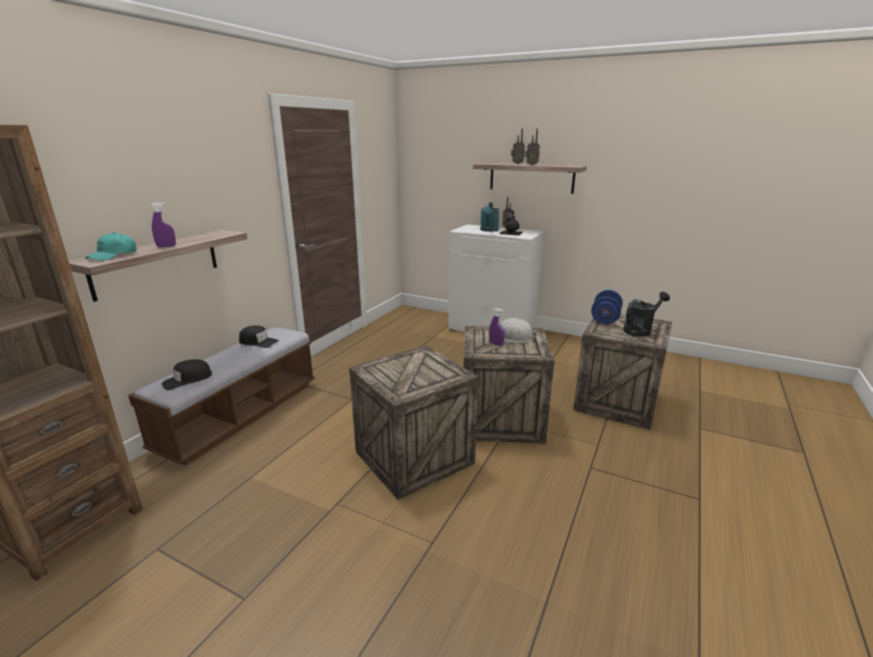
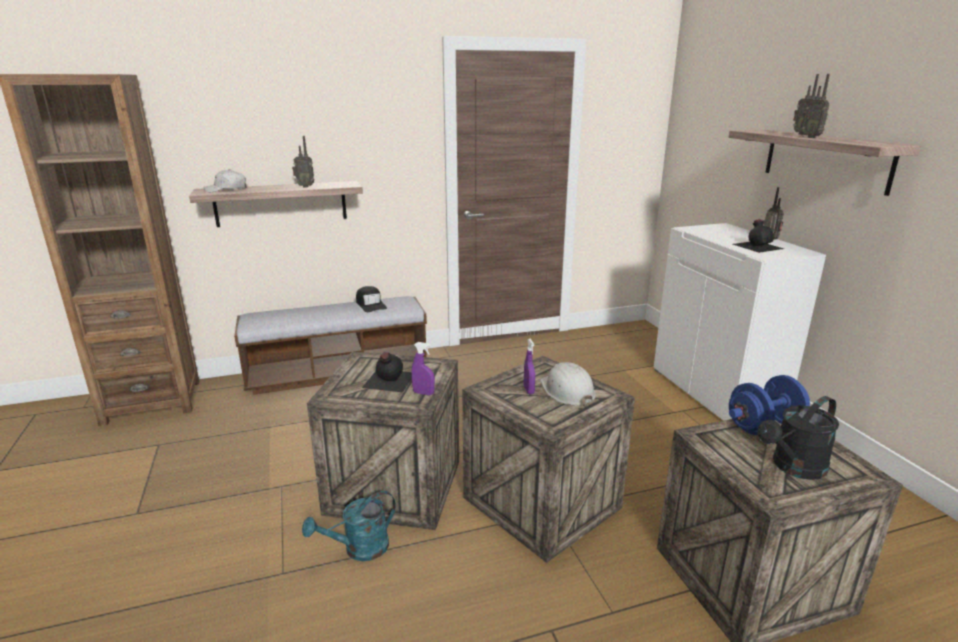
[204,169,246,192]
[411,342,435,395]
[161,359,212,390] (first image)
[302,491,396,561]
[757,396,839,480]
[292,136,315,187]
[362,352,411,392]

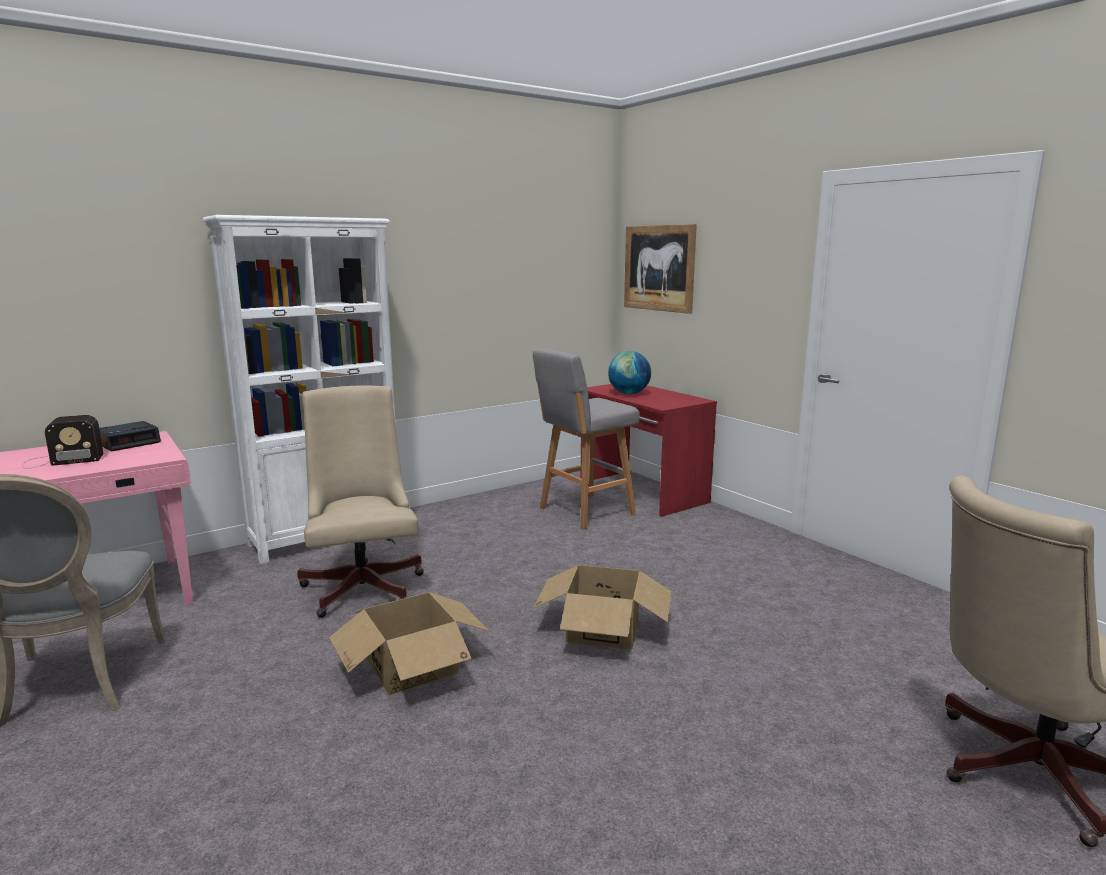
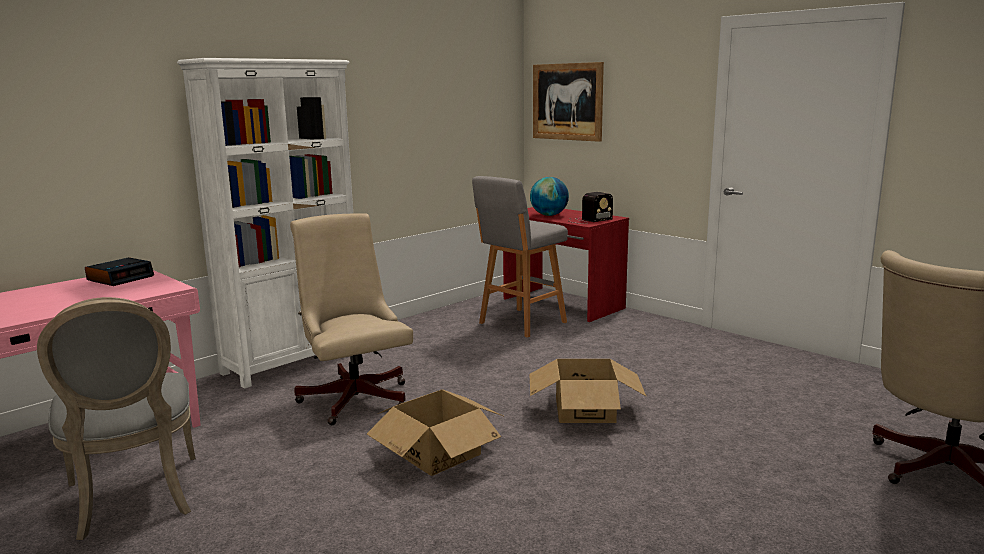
[568,192,613,224]

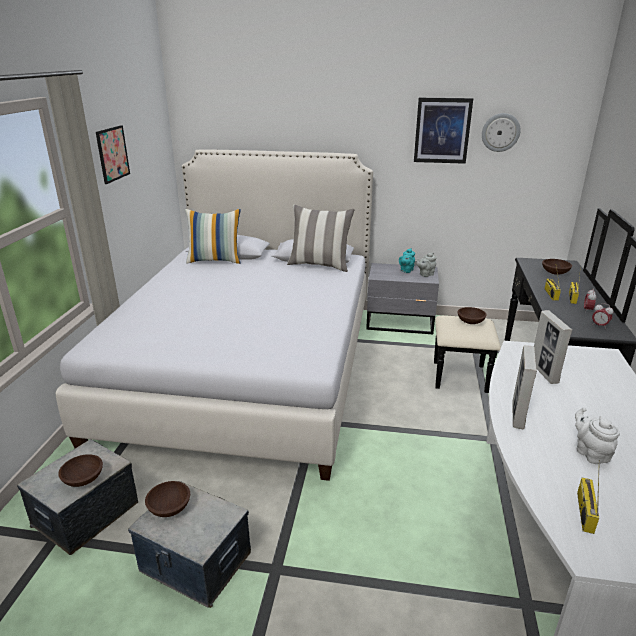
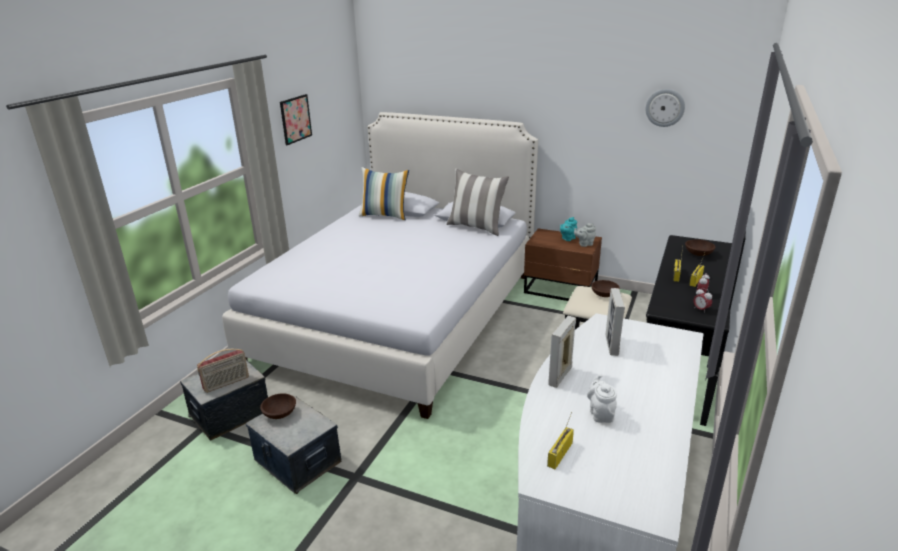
[197,349,249,393]
[524,228,602,301]
[414,98,473,164] (first image)

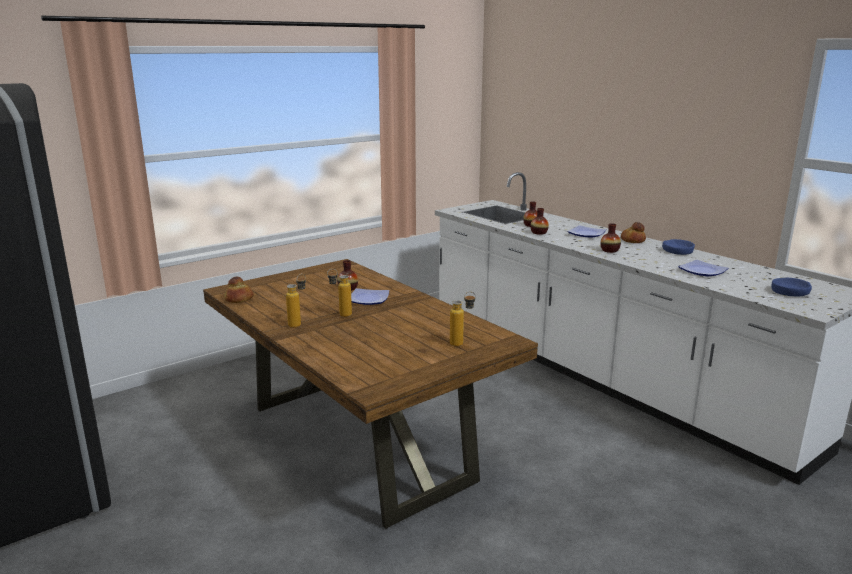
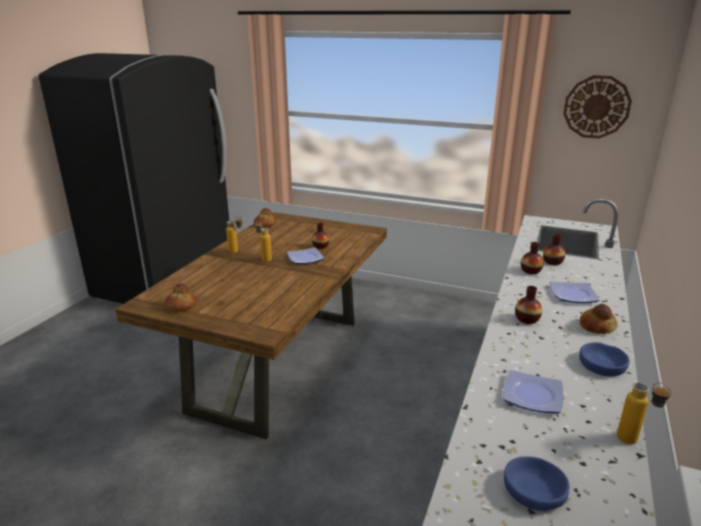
[617,382,671,444]
[164,283,197,312]
[563,75,632,139]

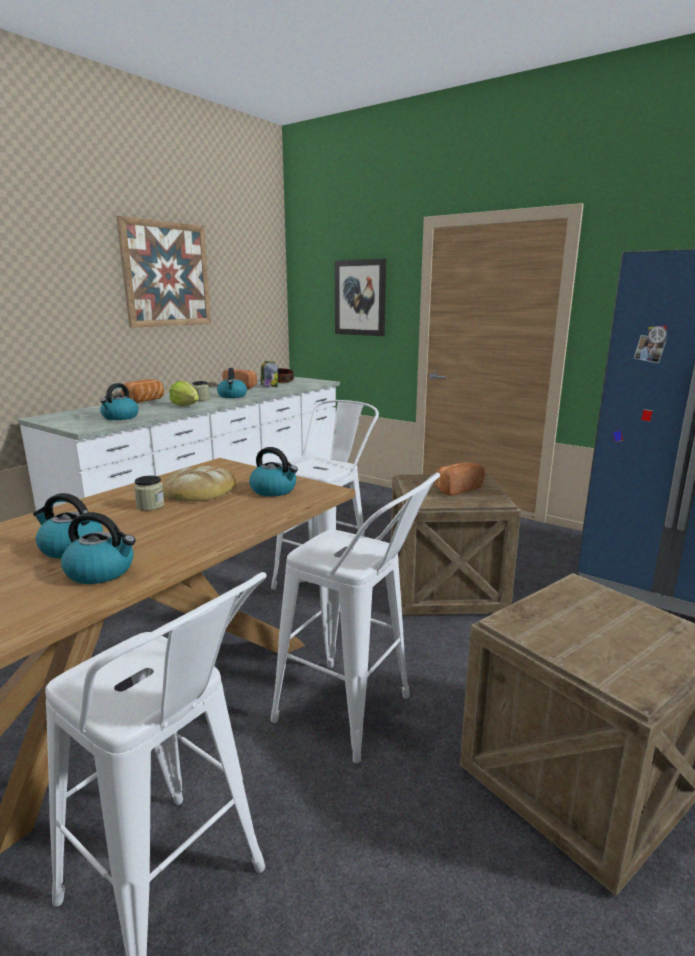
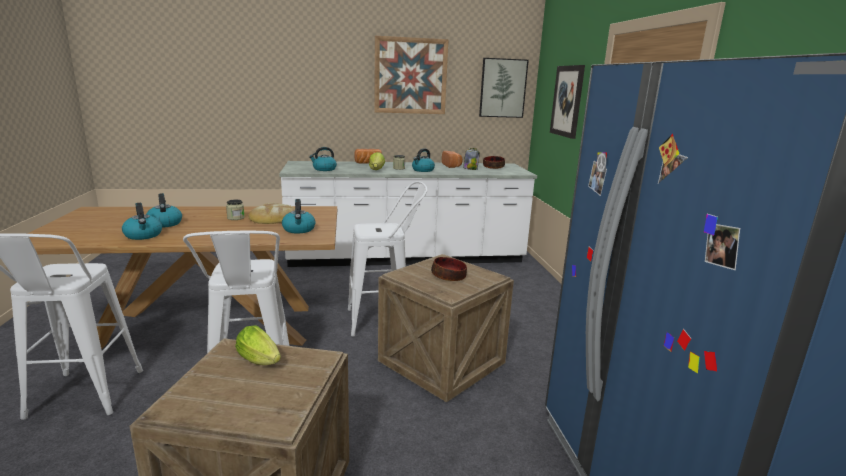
[431,257,467,281]
[235,325,281,365]
[479,58,529,118]

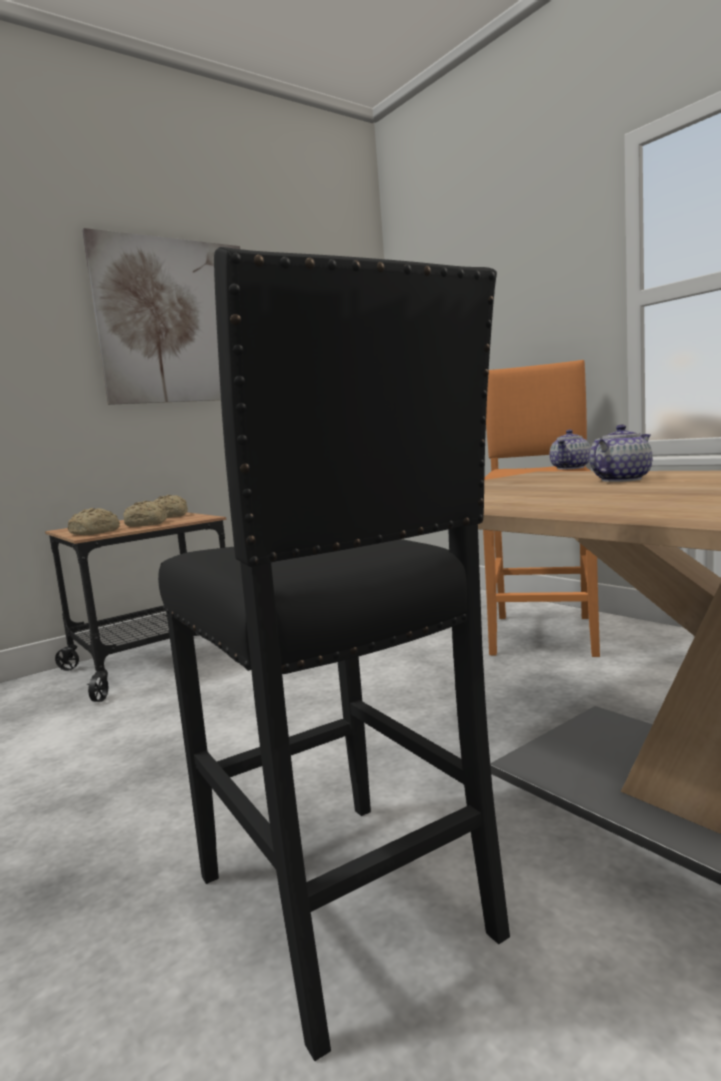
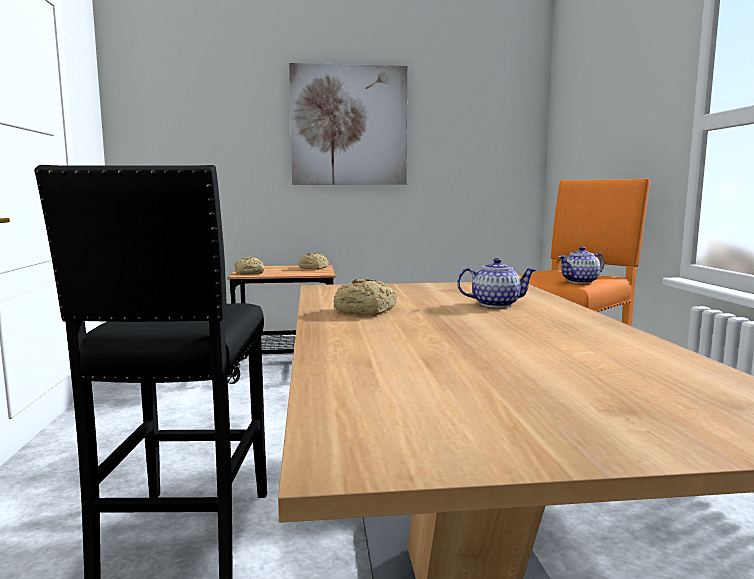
[333,278,397,316]

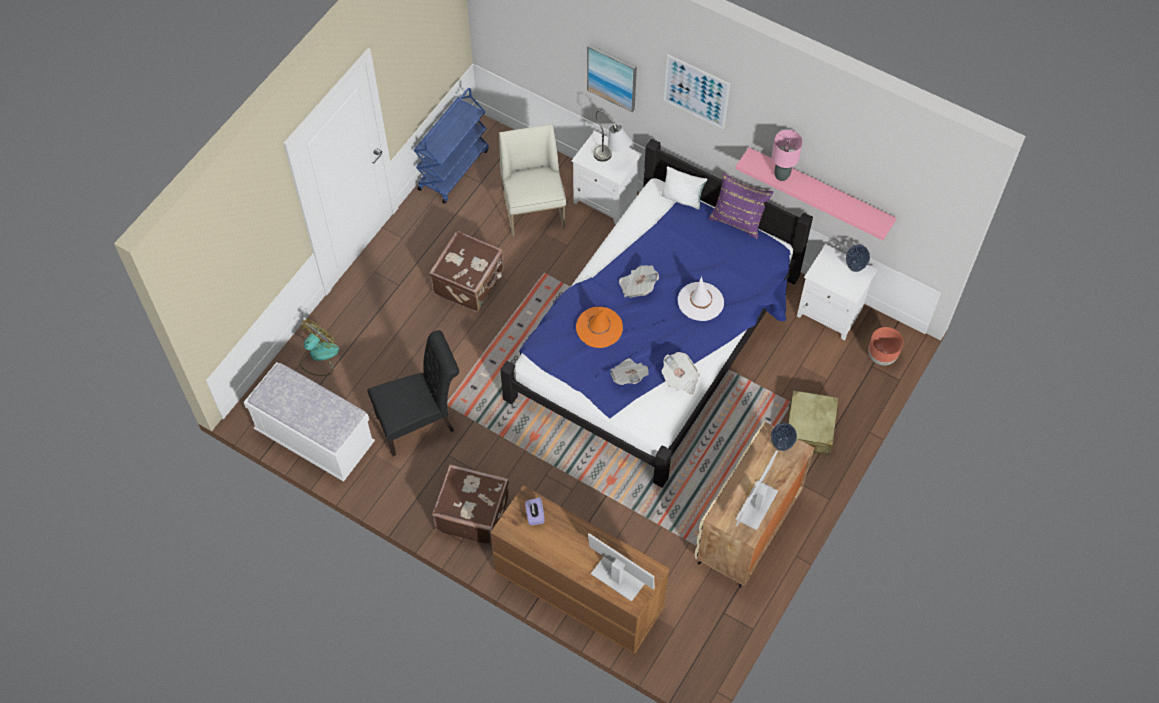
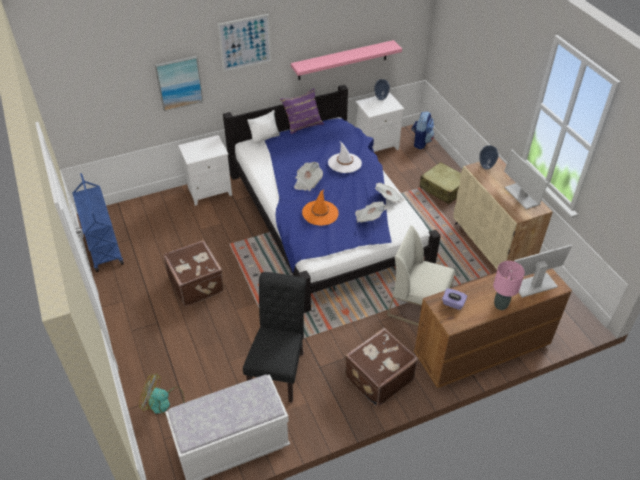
[139,373,185,416]
[387,225,455,326]
[593,111,632,162] (first image)
[493,261,525,310]
[411,111,434,149]

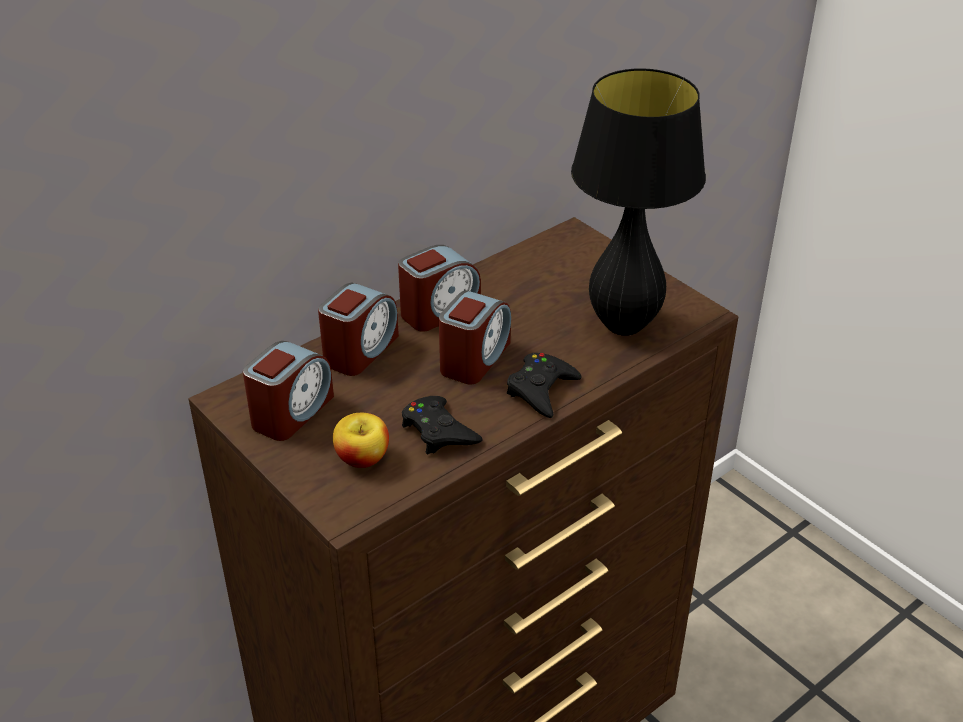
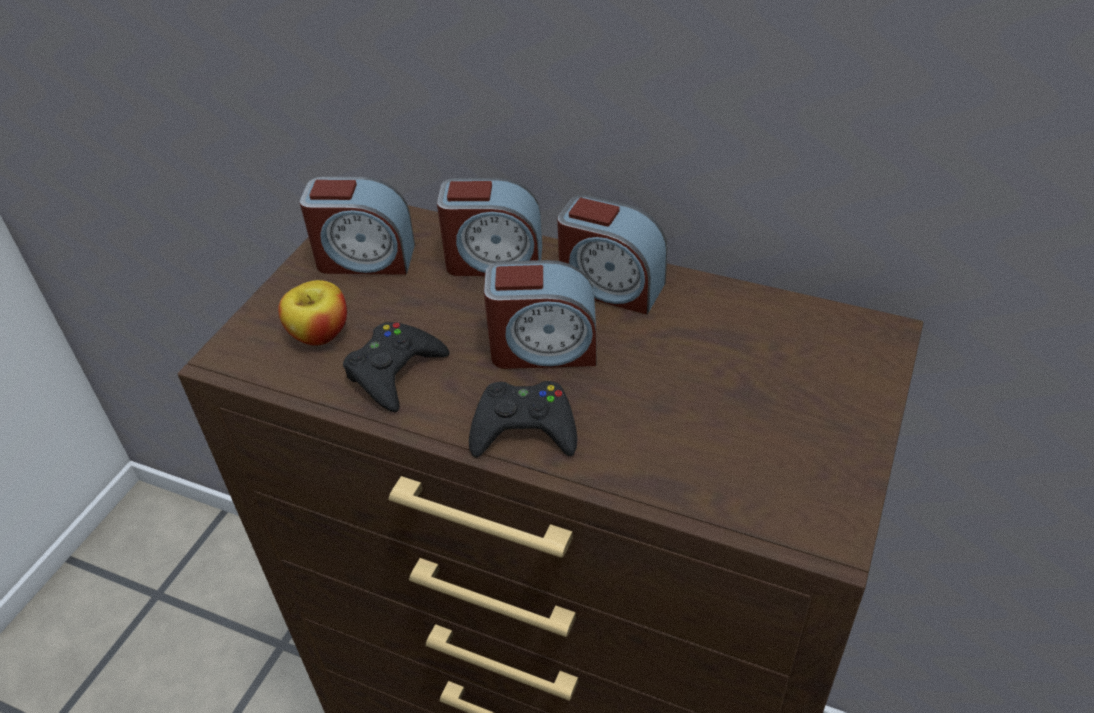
[571,68,706,336] (first image)

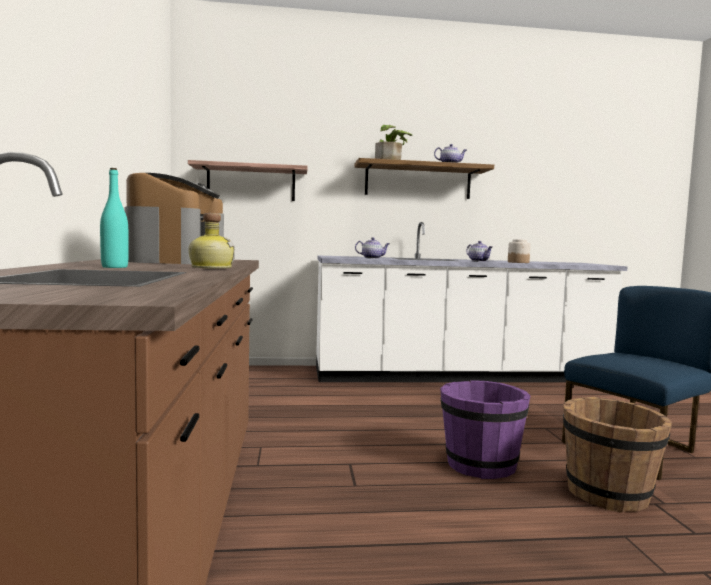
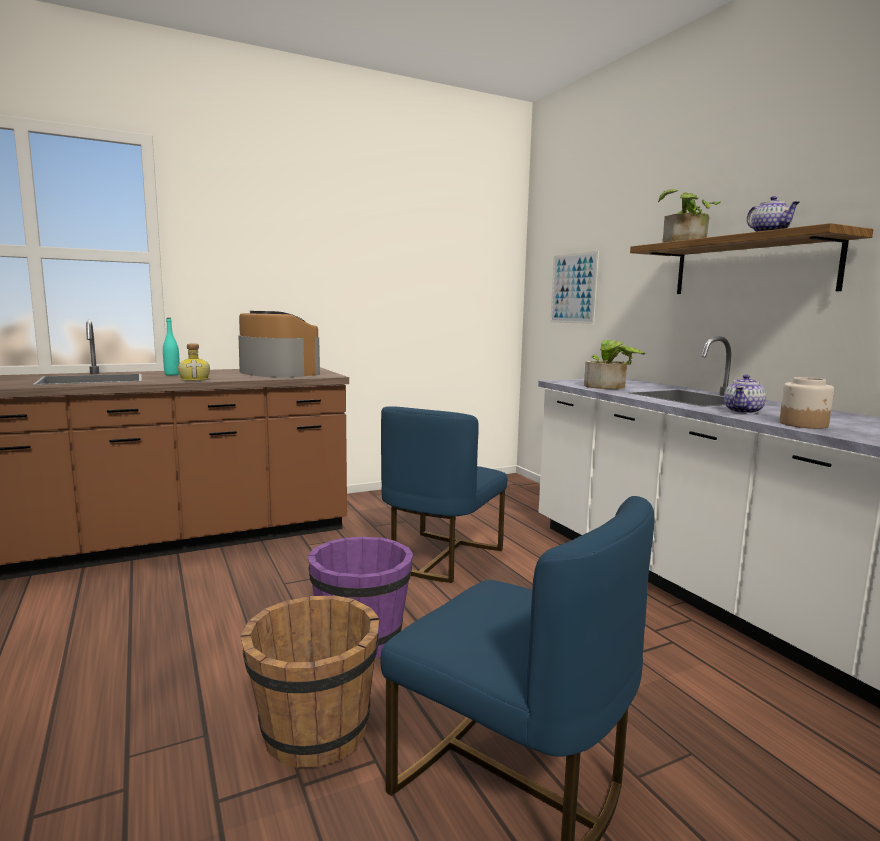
[238,311,320,378]
[550,251,599,324]
[584,340,645,389]
[381,406,508,583]

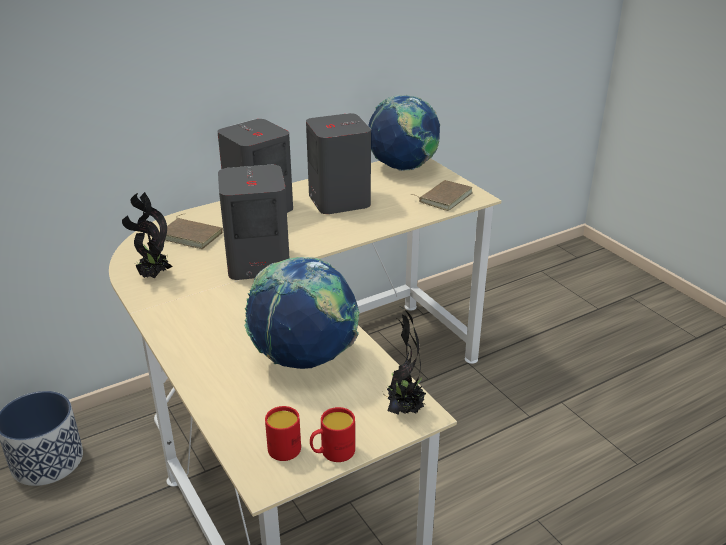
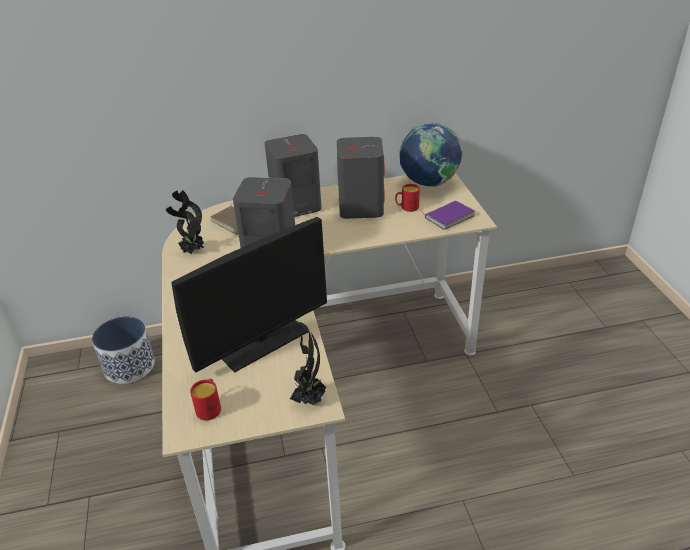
[172,217,327,373]
[395,184,420,212]
[421,201,475,230]

